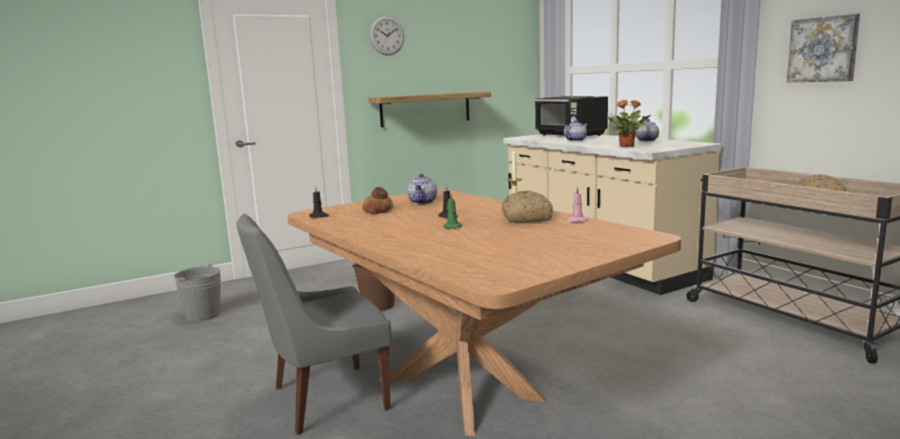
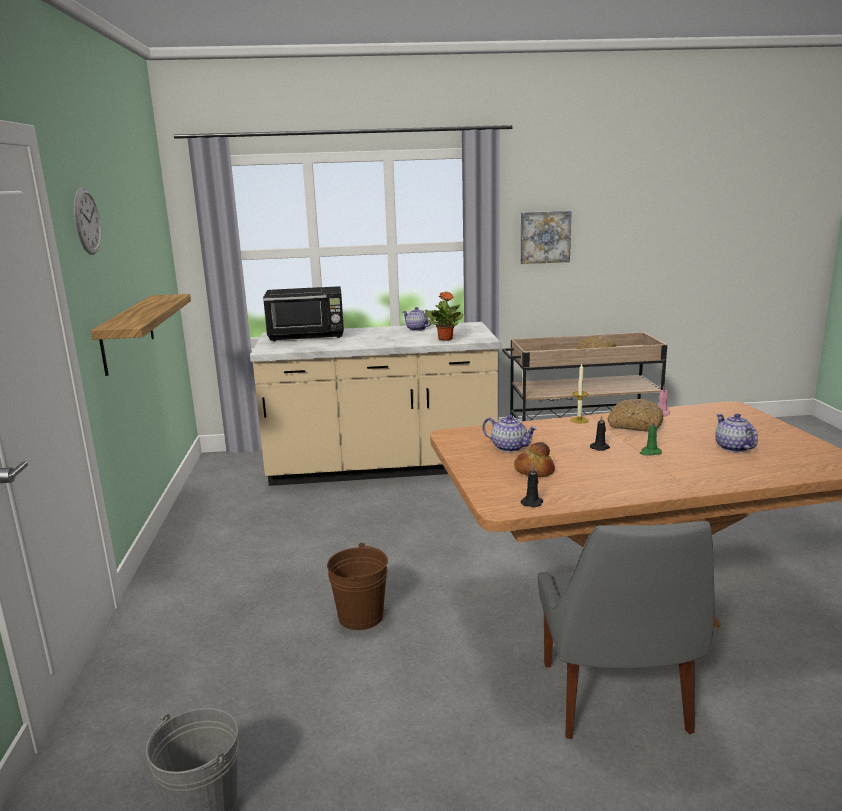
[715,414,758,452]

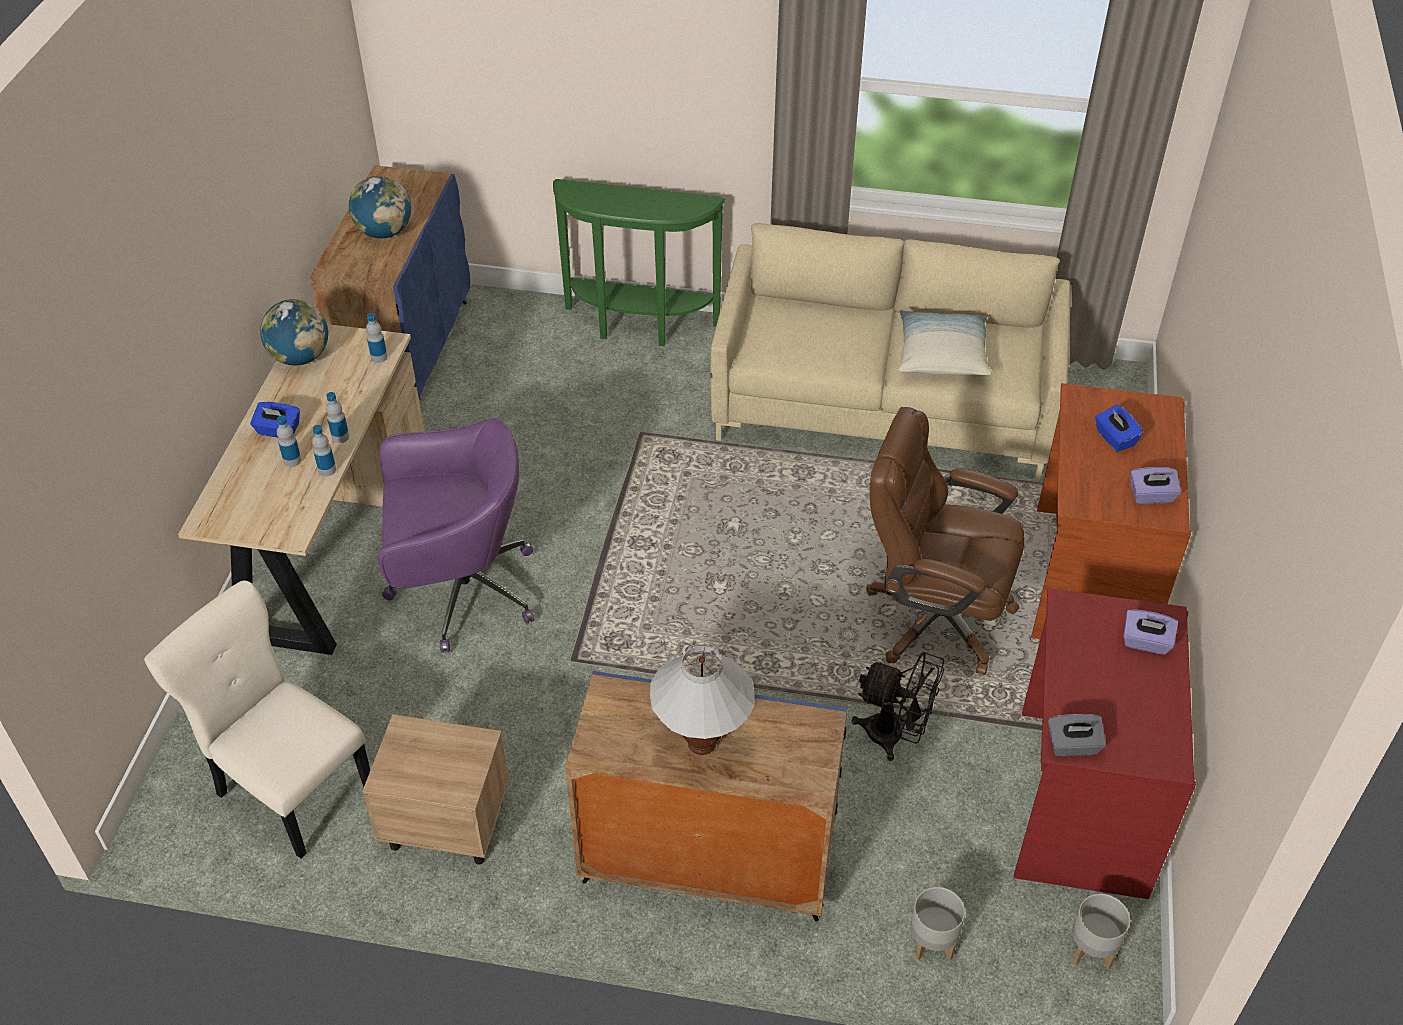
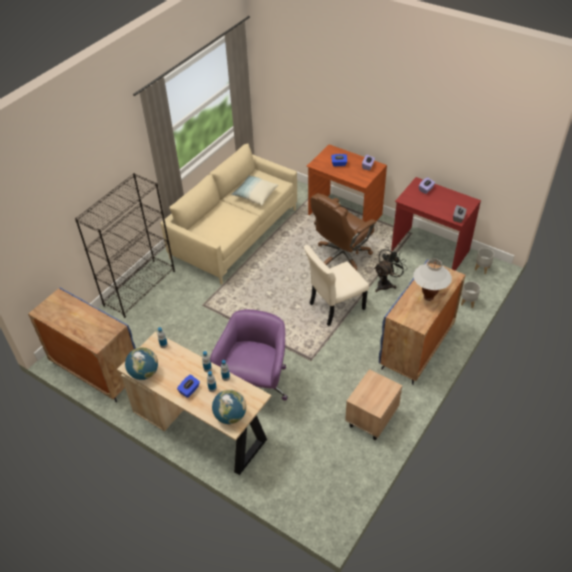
[304,245,369,326]
[212,389,246,424]
[75,173,175,318]

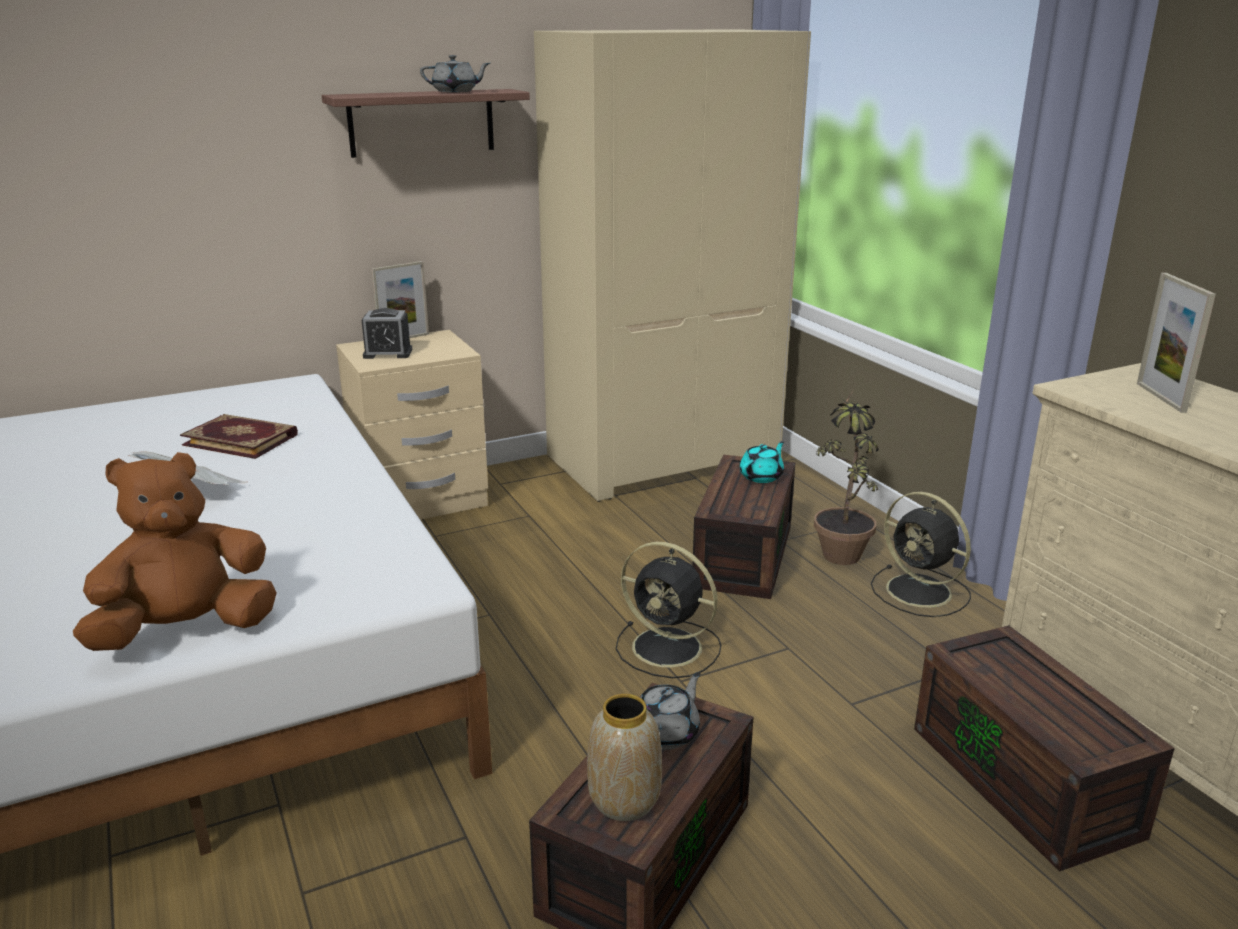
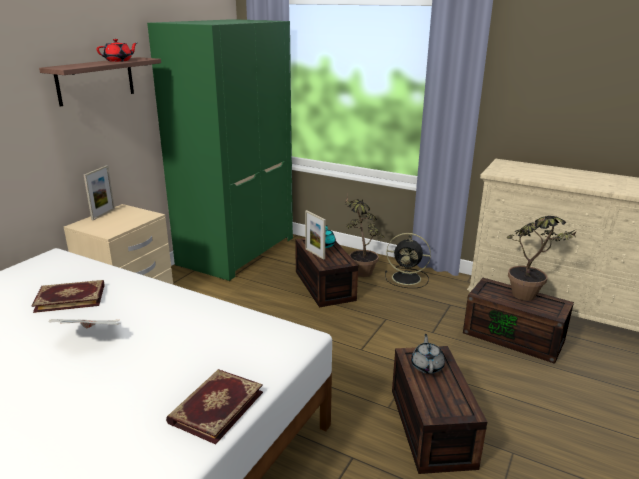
[166,369,263,445]
[362,308,412,359] (first image)
[97,39,137,62]
[147,19,293,281]
[587,694,662,821] (first image)
[616,542,721,678] (first image)
[305,210,326,260]
[507,216,576,301]

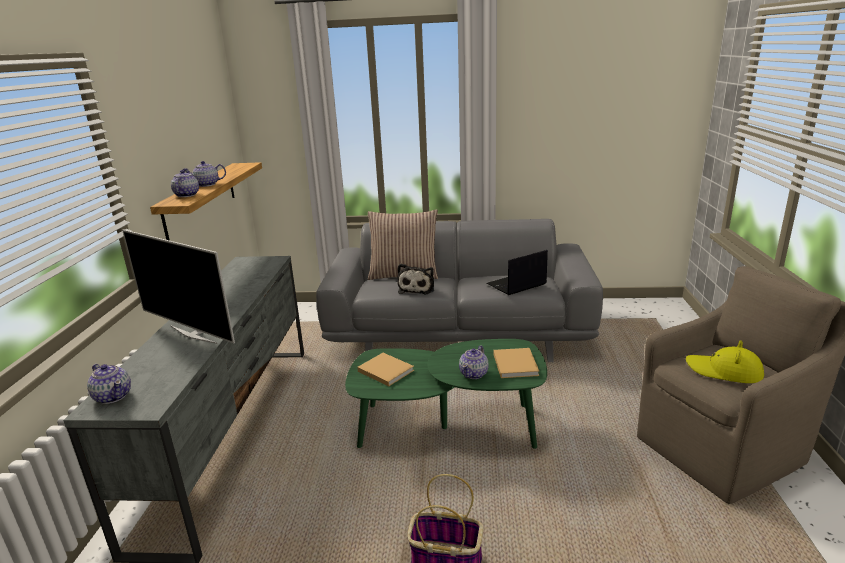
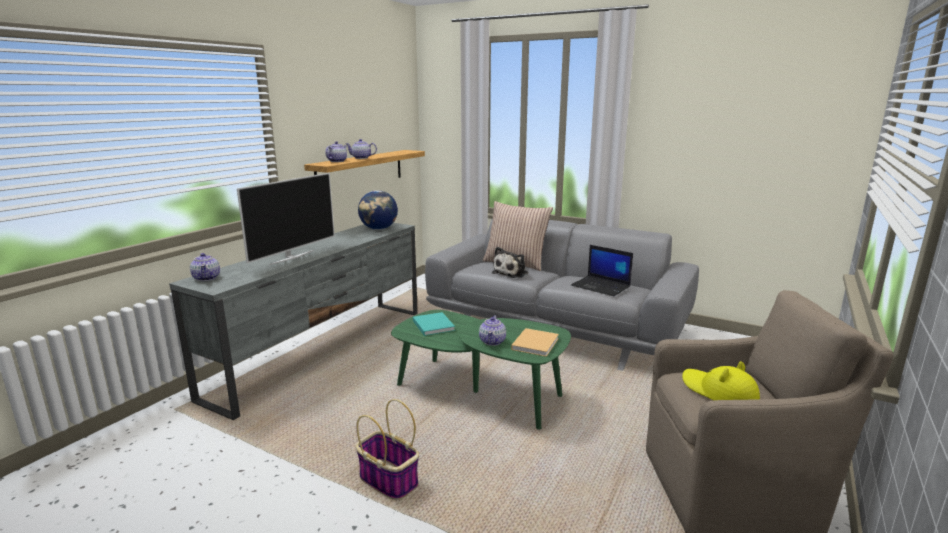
[237,173,335,265]
[413,312,455,336]
[479,315,506,346]
[571,245,633,296]
[358,190,398,230]

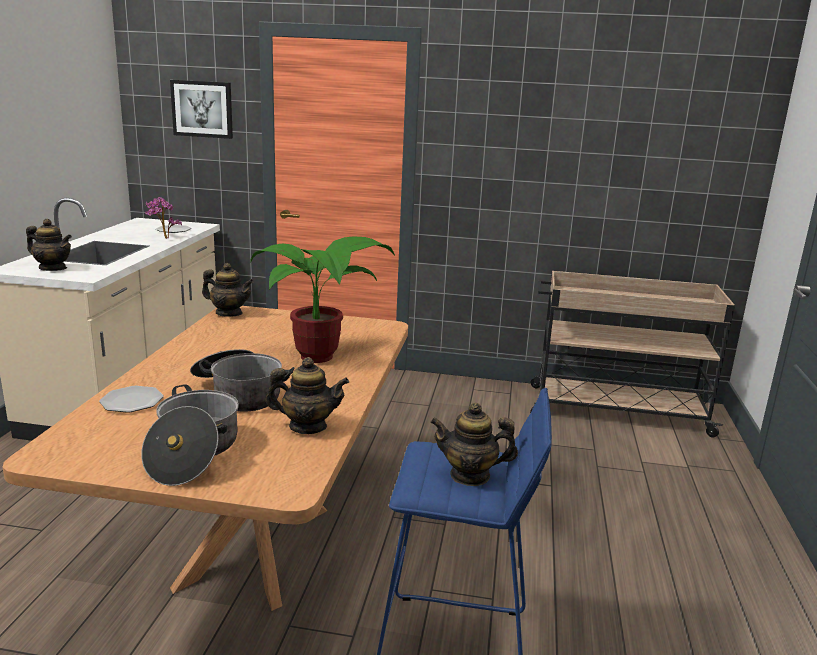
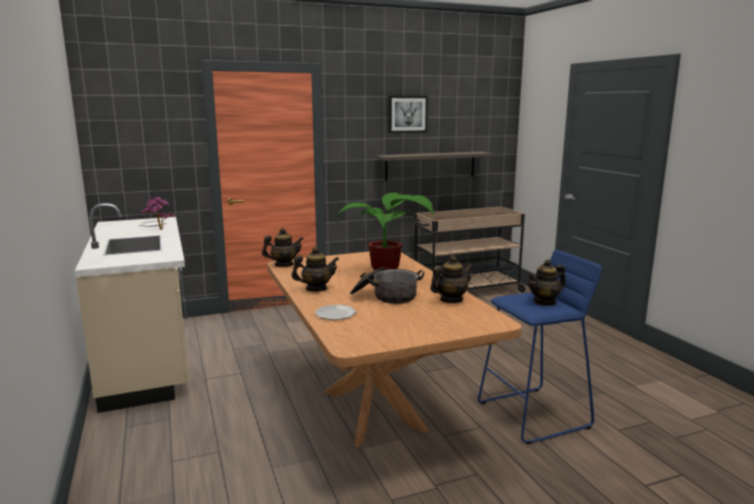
[291,247,339,292]
[141,384,239,486] (first image)
[388,96,428,133]
[376,152,493,181]

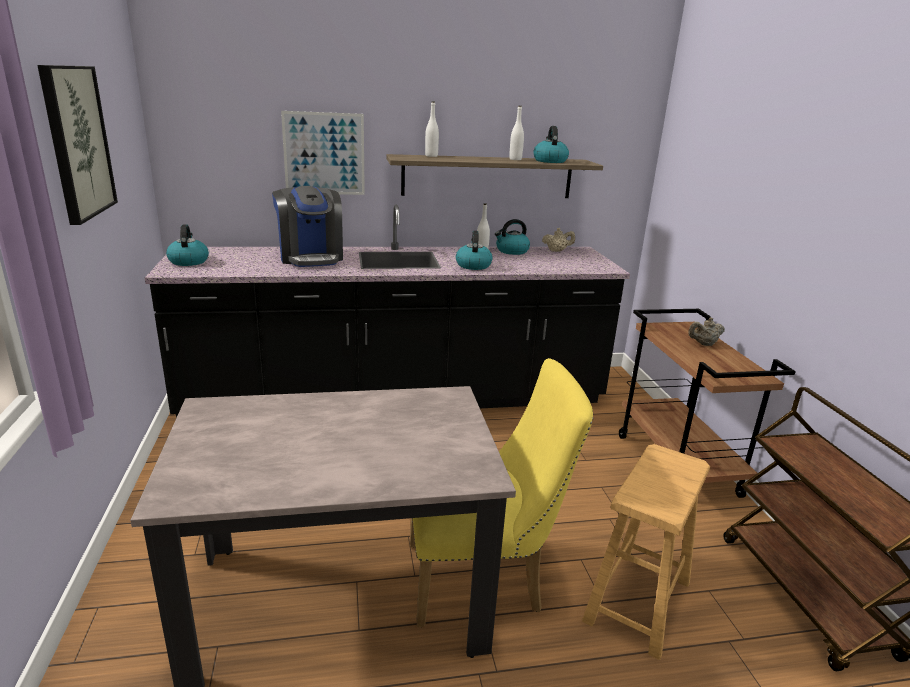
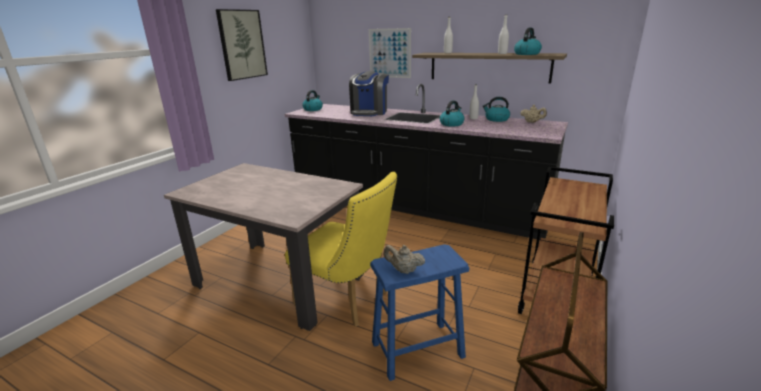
[370,244,469,381]
[383,245,425,274]

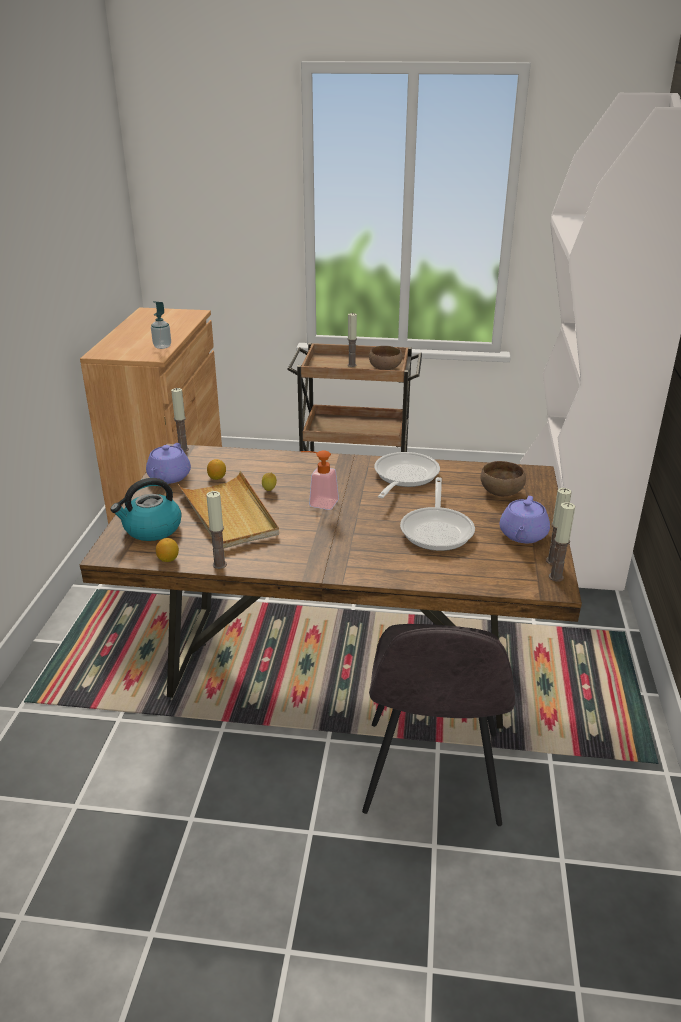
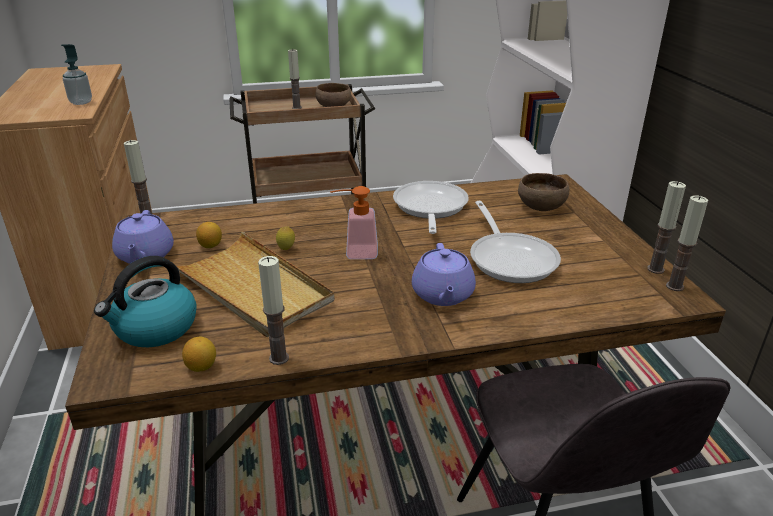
[412,243,476,306]

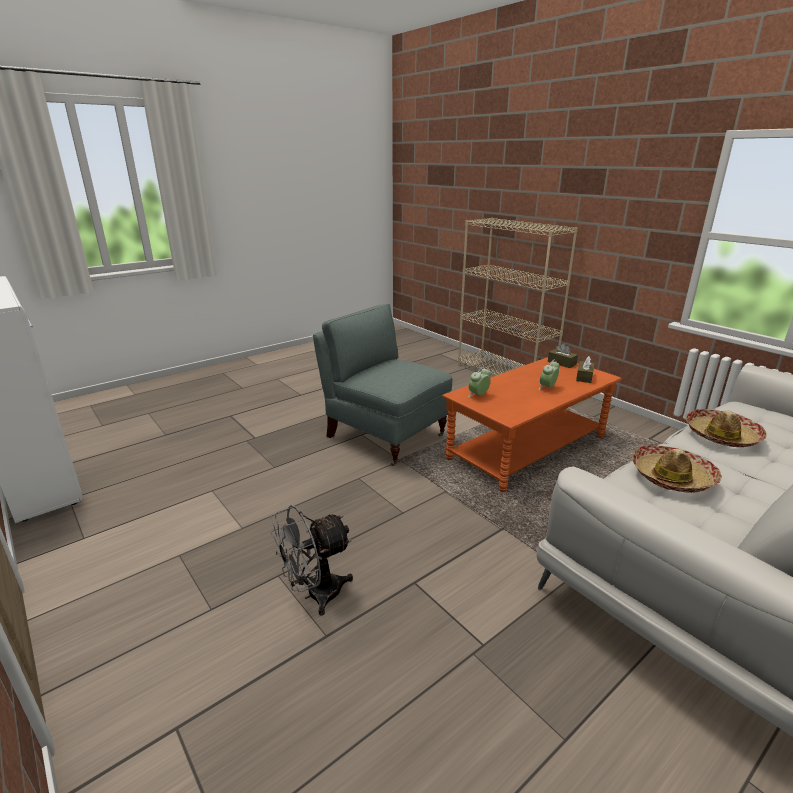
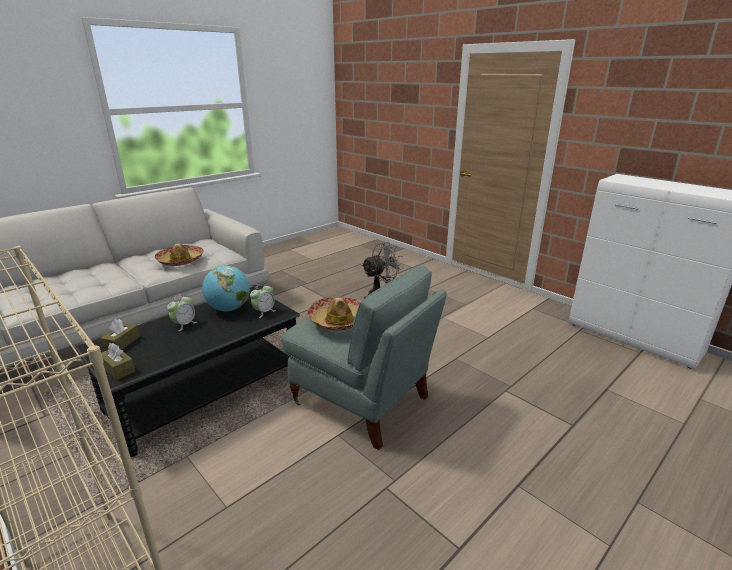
[75,287,300,457]
[307,297,361,330]
[202,265,250,311]

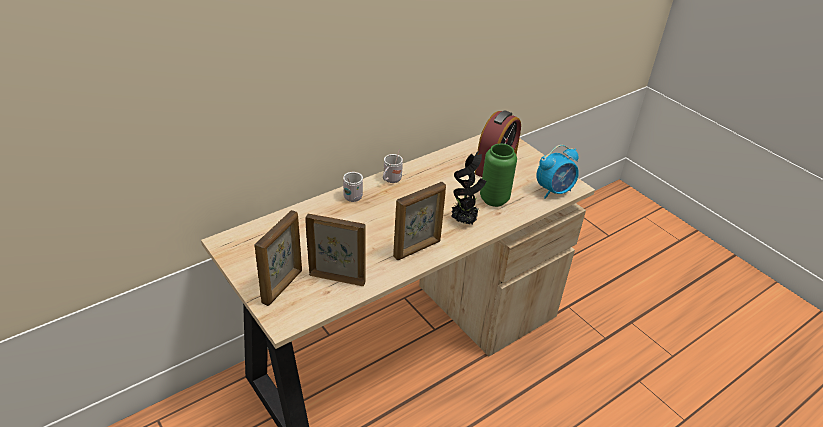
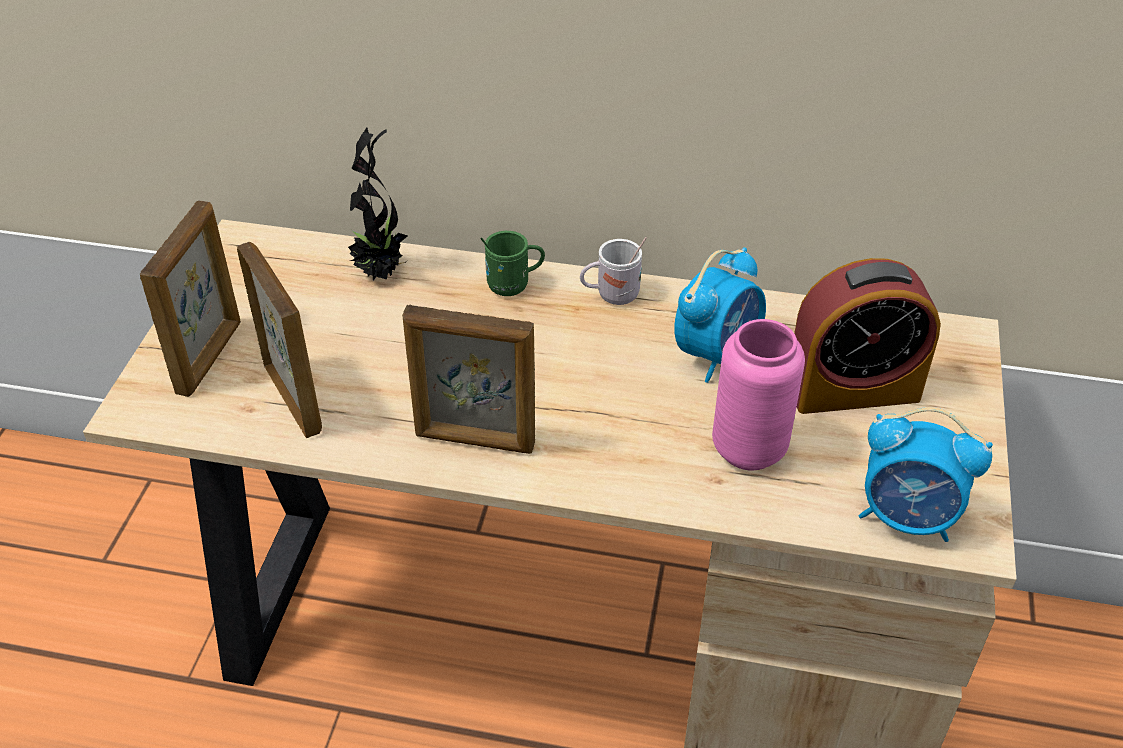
[140,201,241,397]
[480,231,545,296]
[348,128,408,281]
[712,319,805,470]
[674,247,766,383]

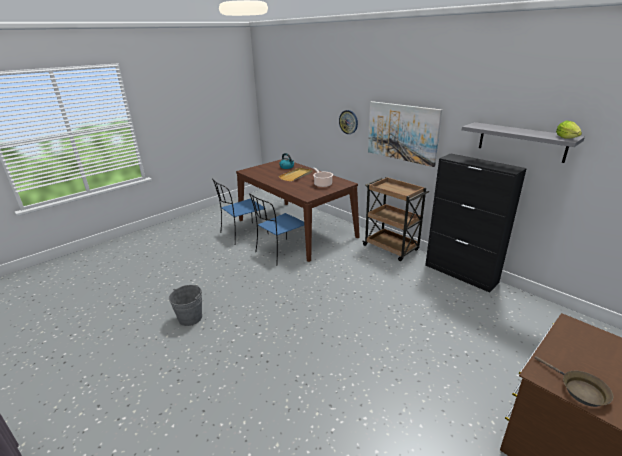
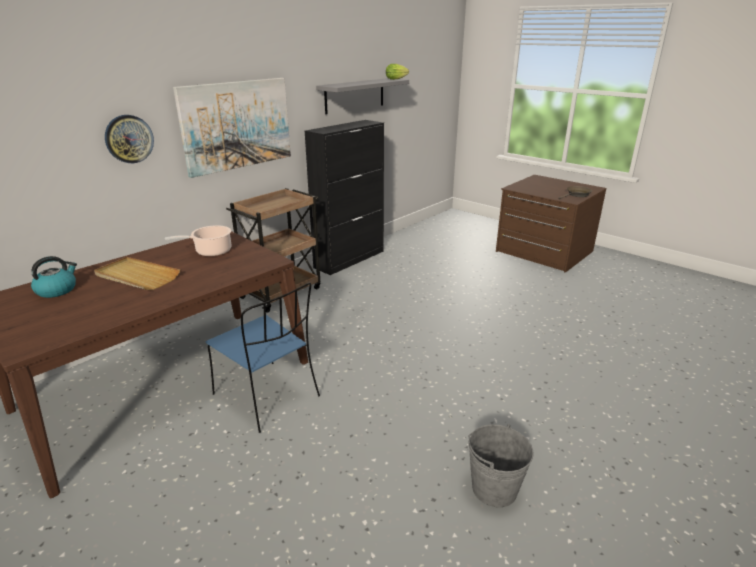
[212,179,268,243] (first image)

